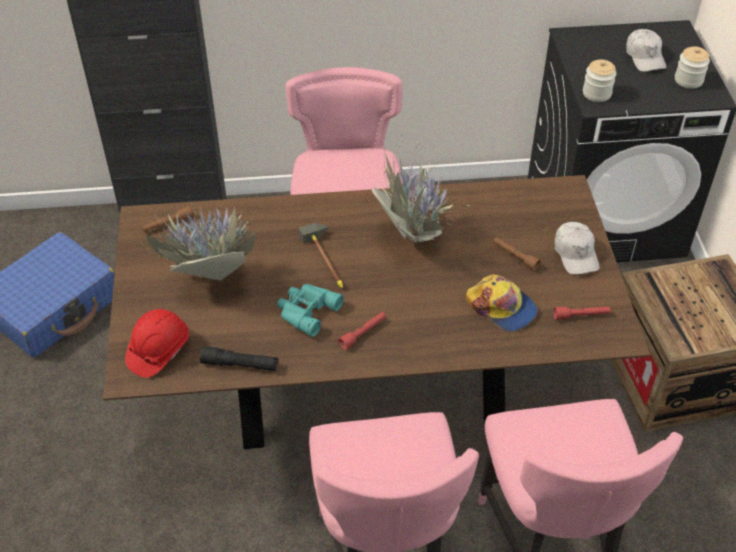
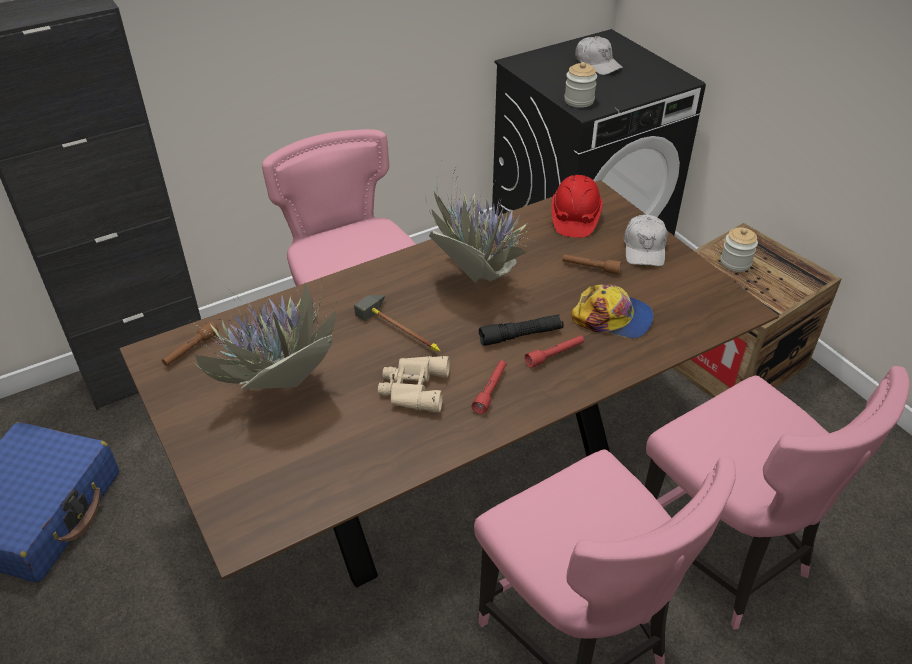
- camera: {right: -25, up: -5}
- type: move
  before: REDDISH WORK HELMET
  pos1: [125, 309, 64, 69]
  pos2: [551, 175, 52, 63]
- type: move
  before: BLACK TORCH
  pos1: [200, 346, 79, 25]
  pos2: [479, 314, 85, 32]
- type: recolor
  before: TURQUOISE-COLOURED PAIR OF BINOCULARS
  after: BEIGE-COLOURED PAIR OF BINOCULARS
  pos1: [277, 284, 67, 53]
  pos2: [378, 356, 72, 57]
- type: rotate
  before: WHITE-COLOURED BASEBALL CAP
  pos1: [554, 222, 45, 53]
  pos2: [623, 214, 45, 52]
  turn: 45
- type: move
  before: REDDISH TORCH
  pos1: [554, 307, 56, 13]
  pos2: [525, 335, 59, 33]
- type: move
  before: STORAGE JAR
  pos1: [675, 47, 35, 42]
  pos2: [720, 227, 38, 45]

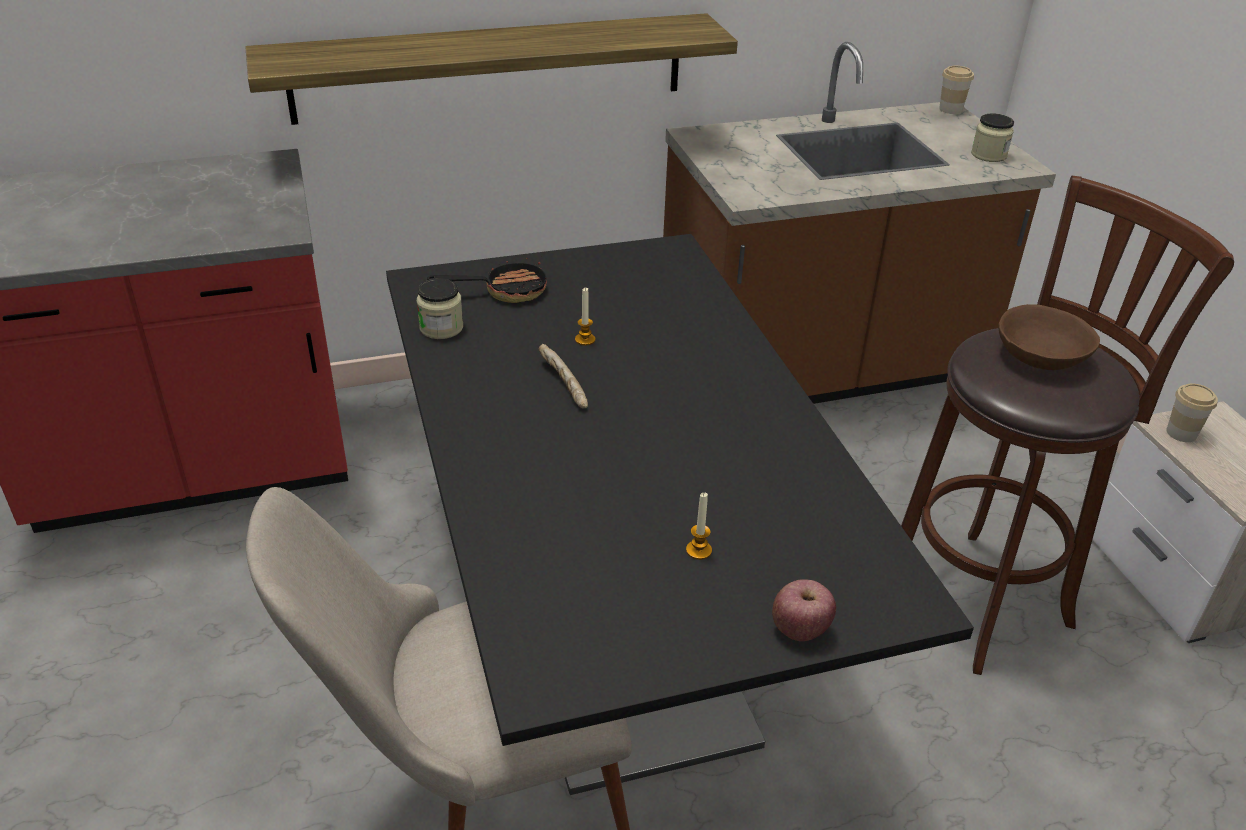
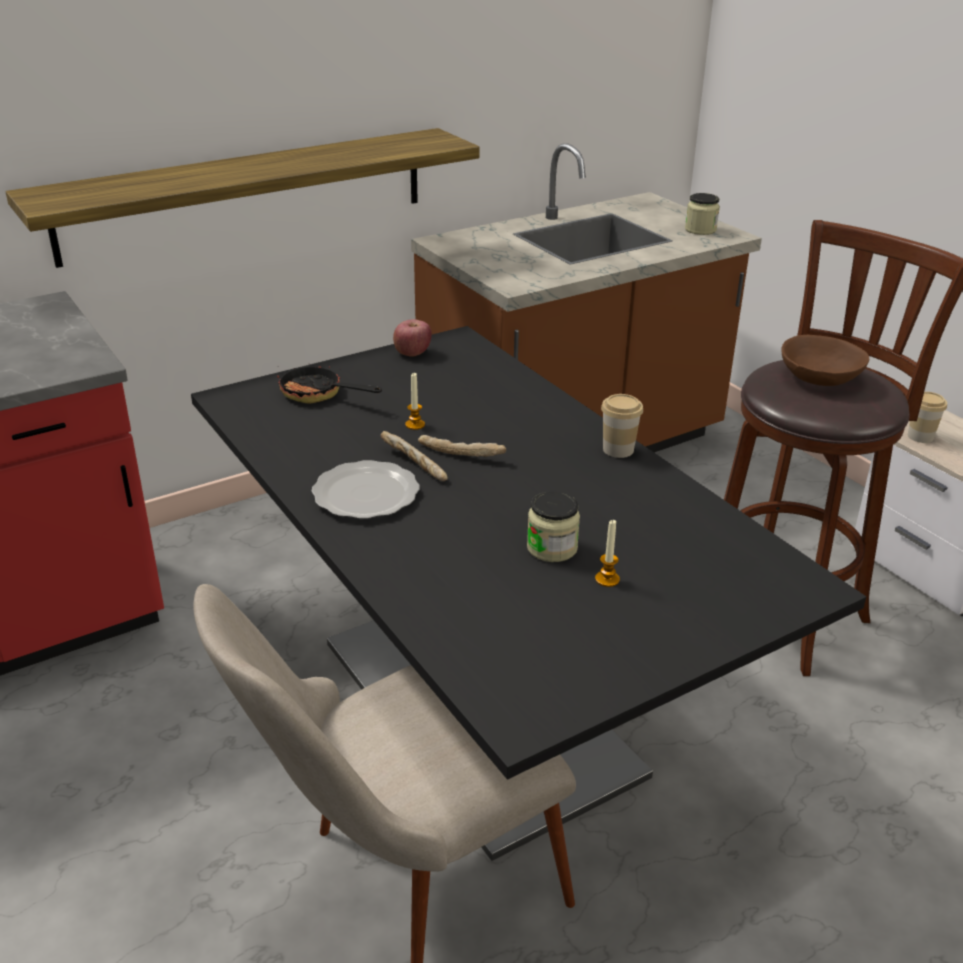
- camera: {right: -15, up: -5}
- type: move
  before: STORAGE JAR
  pos1: [417, 278, 46, 61]
  pos2: [527, 491, 53, 71]
- type: rotate
  before: PAN
  pos1: [427, 258, 120, 45]
  pos2: [277, 366, 105, 38]
  turn: -120
- type: move
  before: APPLE
  pos1: [772, 579, 64, 62]
  pos2: [393, 319, 39, 38]
- type: move
  before: CUP
  pos1: [939, 66, 35, 48]
  pos2: [601, 394, 42, 64]
- type: insert
  after: FLAT DISH
  pos2: [312, 460, 108, 59]
- type: insert
  after: BAKED BREAD
  pos2: [418, 435, 88, 22]

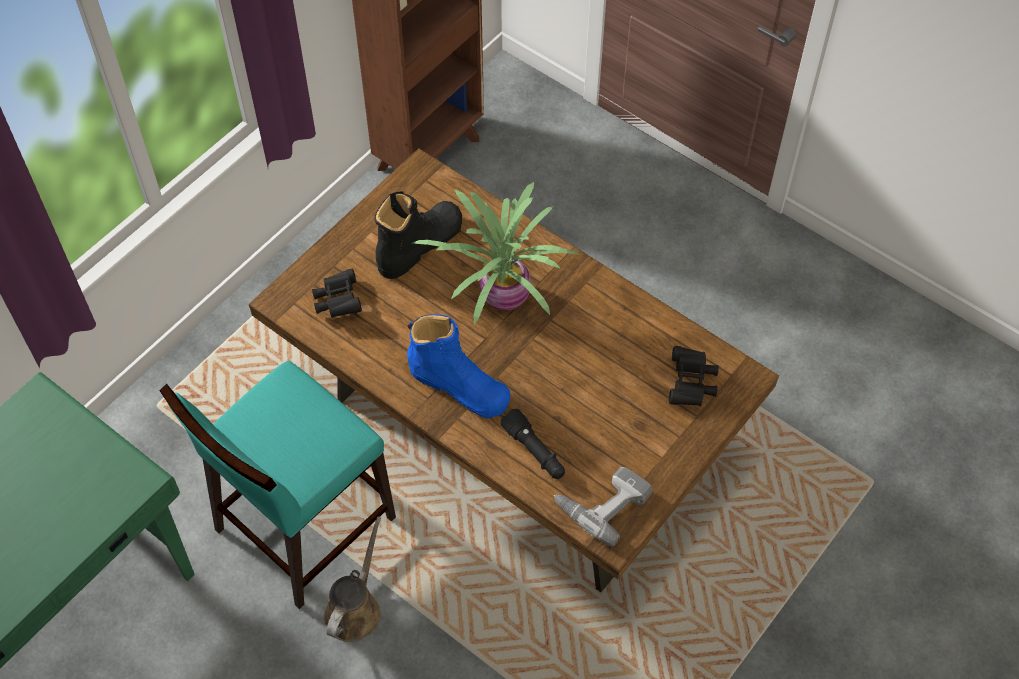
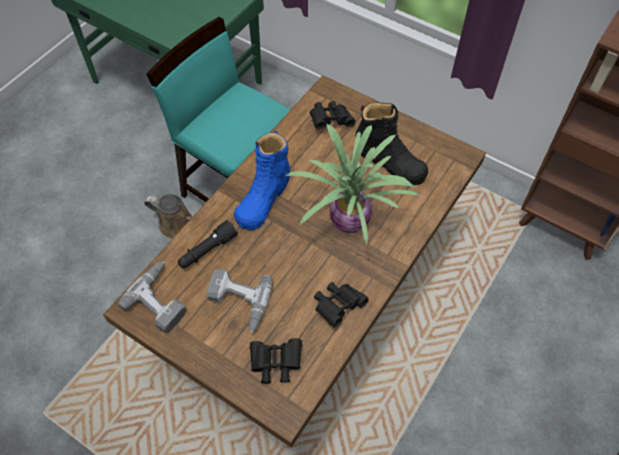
- camera: {right: 85, up: 0}
- type: insert
  after: ELECTRIC DRILL
  pos2: [207, 269, 66, 64]
- type: insert
  after: BLACK PAIR OF BINOCULARS
  pos2: [314, 282, 55, 45]

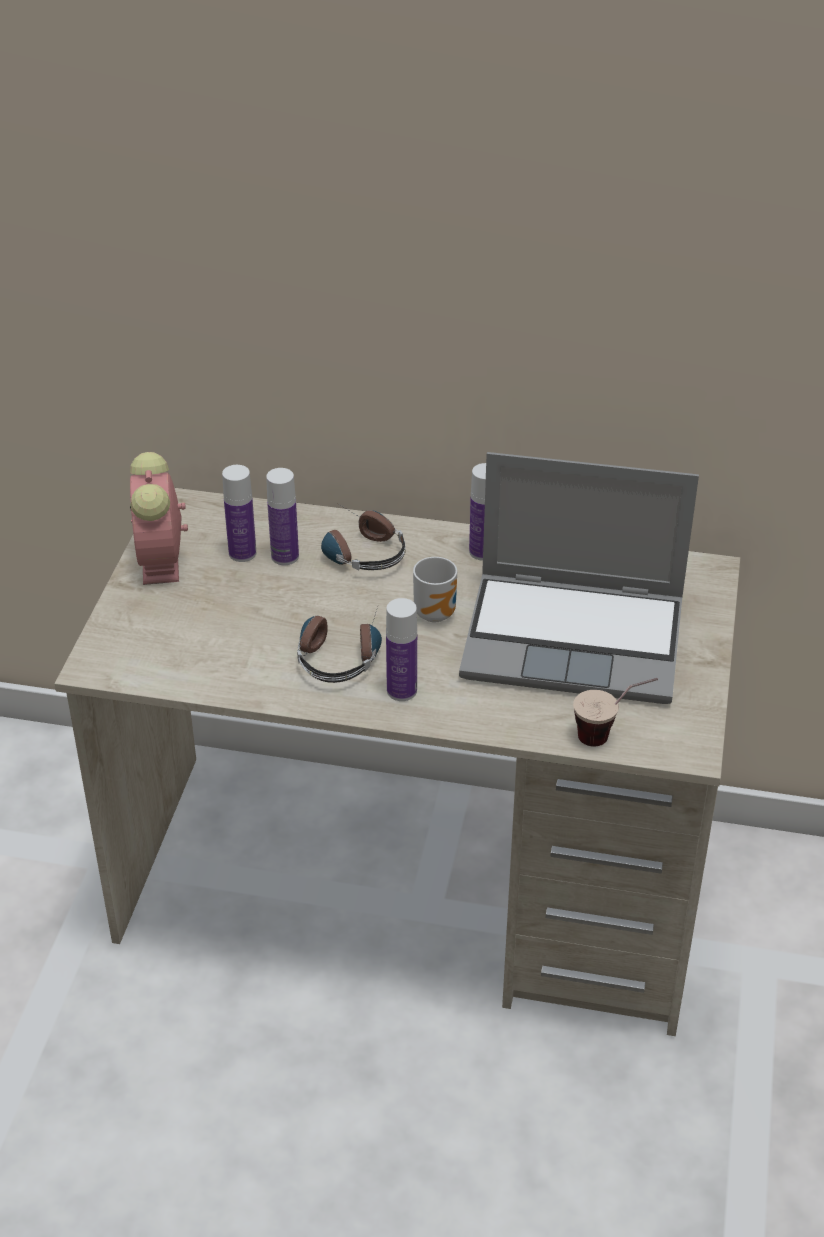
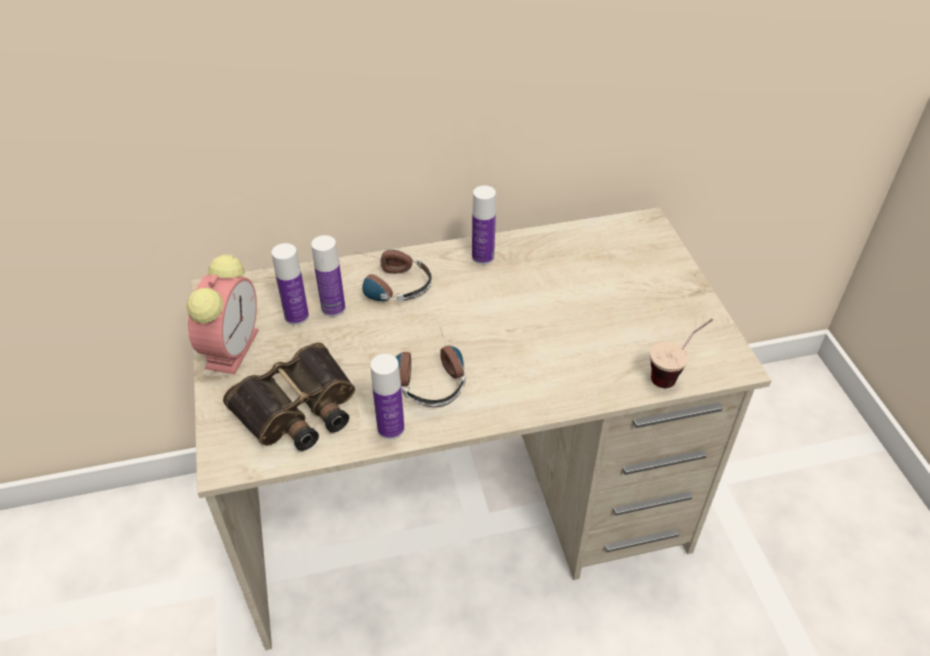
- camera: {right: -25, up: 5}
- type: rotate
  before: BEDSIDE CLOCK
  pos1: [130, 452, 58, 133]
  pos2: [186, 255, 73, 119]
  turn: -135
- type: move
  before: DRINK BOTTLE
  pos1: [386, 598, 31, 103]
  pos2: [371, 354, 33, 85]
- type: delete
  before: MUG
  pos1: [413, 557, 44, 65]
- type: delete
  before: NOTEBOOK COMPUTER
  pos1: [459, 452, 240, 252]
- type: insert
  after: PAIR OF BINOCULARS
  pos2: [223, 342, 132, 109]

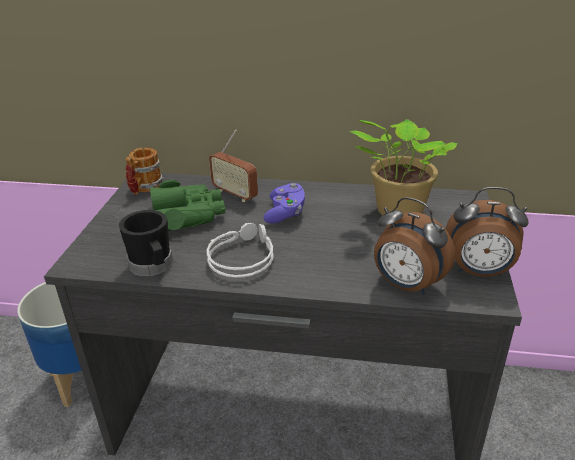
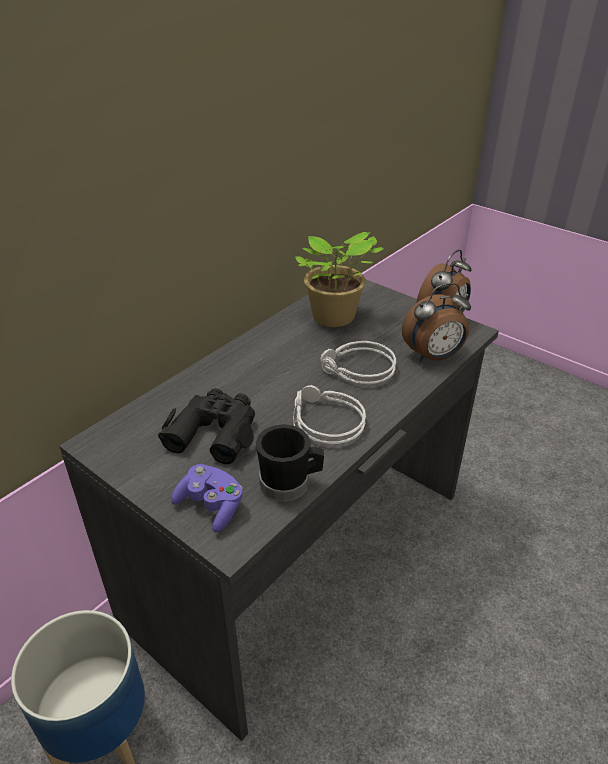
- camera: {right: -60, up: 5}
- type: delete
  before: MUG
  pos1: [126, 148, 38, 47]
- type: recolor
  before: GREENISH PAIR OF BINOCULARS
  after: BLACK PAIR OF BINOCULARS
  pos1: [150, 180, 75, 51]
  pos2: [158, 388, 97, 76]
- type: delete
  before: RADIO SET
  pos1: [209, 129, 49, 73]
- type: move
  before: PURPLE GAMEPAD
  pos1: [264, 183, 41, 41]
  pos2: [171, 464, 72, 69]
- type: insert
  after: GRAY HEADSET
  pos2: [320, 341, 76, 43]

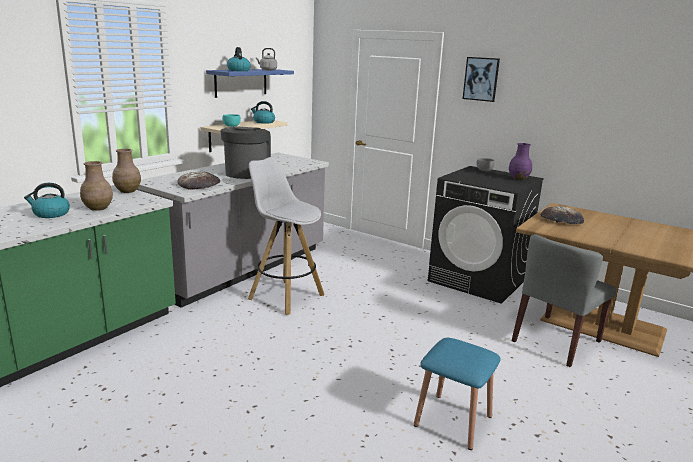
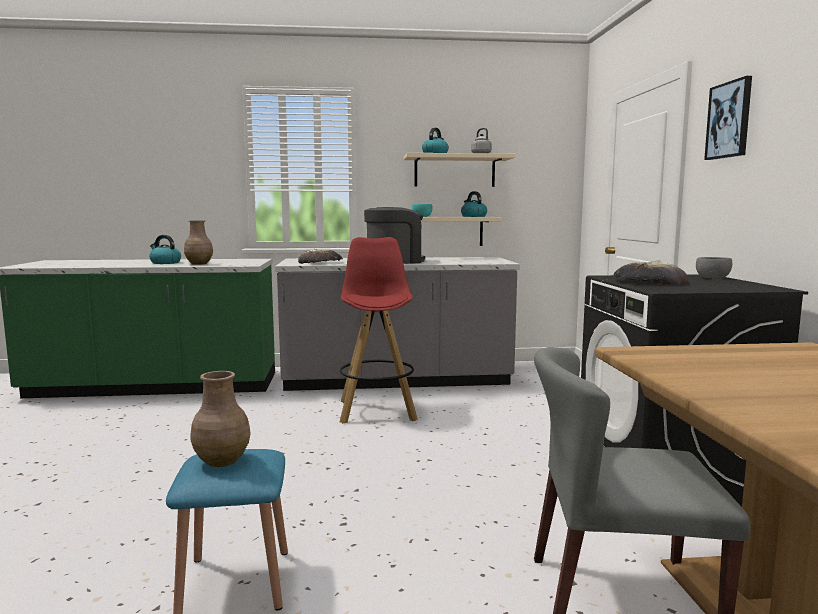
- camera: {right: 50, up: -10}
- type: move
  before: BROWN DECORATIVE VASE
  pos1: [112, 149, 29, 44]
  pos2: [190, 371, 60, 96]
- type: recolor
  before: BLUISH WALL SHELF
  after: BEIGE-COLOURED WALL SHELF
  pos1: [206, 69, 88, 29]
  pos2: [404, 153, 111, 34]
- type: recolor
  before: WHITE-COLOURED STOOL
  after: REDDISH STOOL
  pos1: [248, 157, 76, 158]
  pos2: [340, 237, 78, 186]
- type: delete
  before: PURPLE DECORATIVE VASE
  pos1: [509, 143, 23, 37]
- type: move
  before: BAKED BREAD
  pos1: [541, 206, 43, 18]
  pos2: [613, 261, 75, 23]

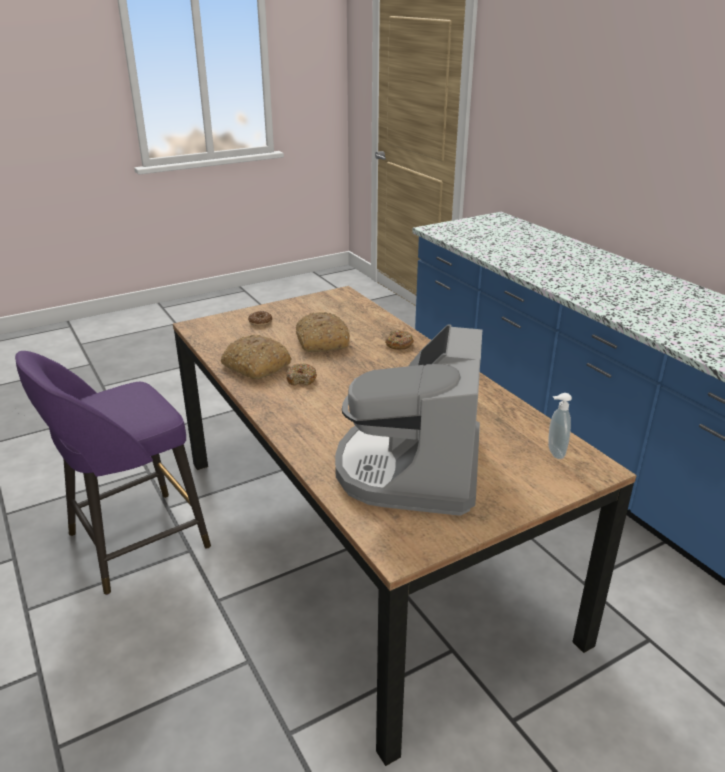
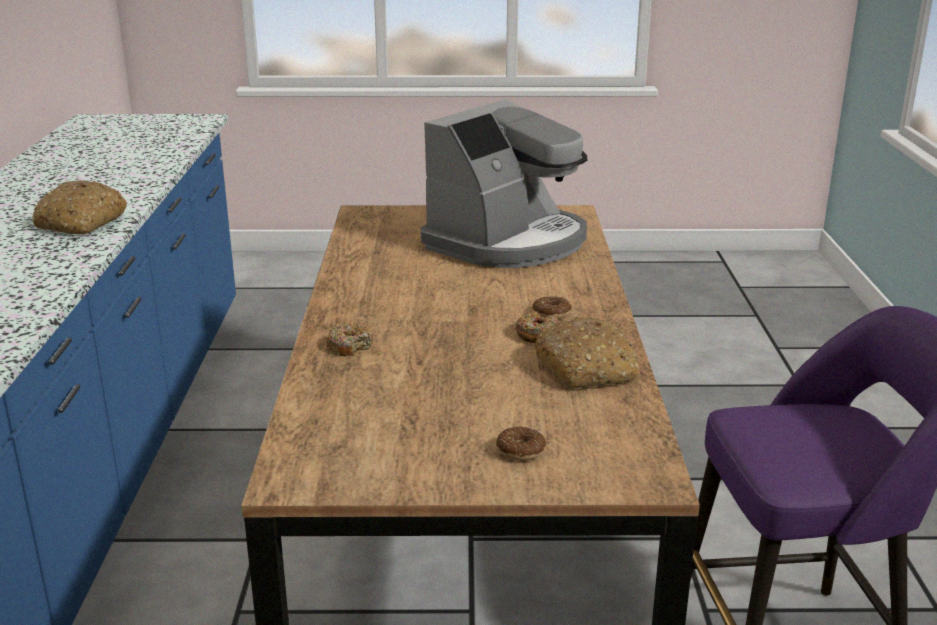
- camera: {right: -150, up: -5}
- type: move
  before: BAKED BREAD
  pos1: [296, 312, 54, 40]
  pos2: [33, 180, 94, 54]
- type: delete
  before: SOAP BOTTLE
  pos1: [548, 393, 24, 66]
- type: insert
  after: DONUT
  pos2: [532, 296, 40, 23]

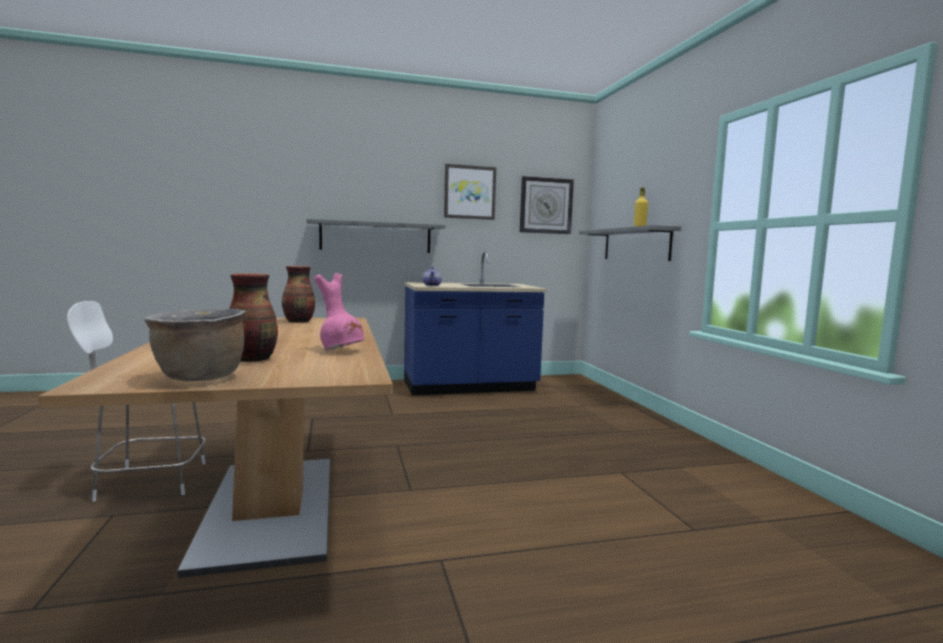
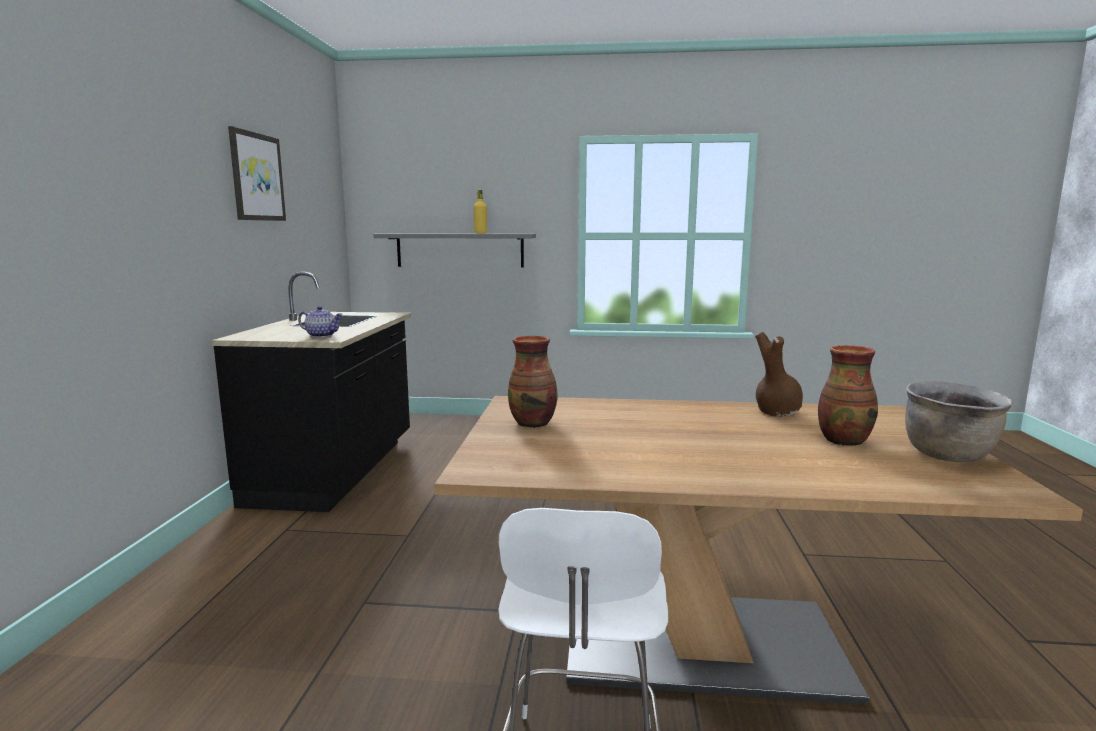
- camera: {right: -70, up: 5}
- type: delete
  before: GRAY WALL SHELF
  pos1: [306, 219, 140, 34]
- type: recolor
  before: PINKISH DECORATIVE VASE
  after: BROWN DECORATIVE VASE
  pos1: [314, 273, 50, 78]
  pos2: [755, 332, 48, 84]
- type: recolor
  before: BLUISH KITCHEN BASE UNIT
  after: BLACK KITCHEN BASE UNIT
  pos1: [404, 252, 143, 143]
  pos2: [212, 272, 199, 240]
- type: delete
  before: CLOCK ON THE WALL
  pos1: [520, 176, 54, 58]

